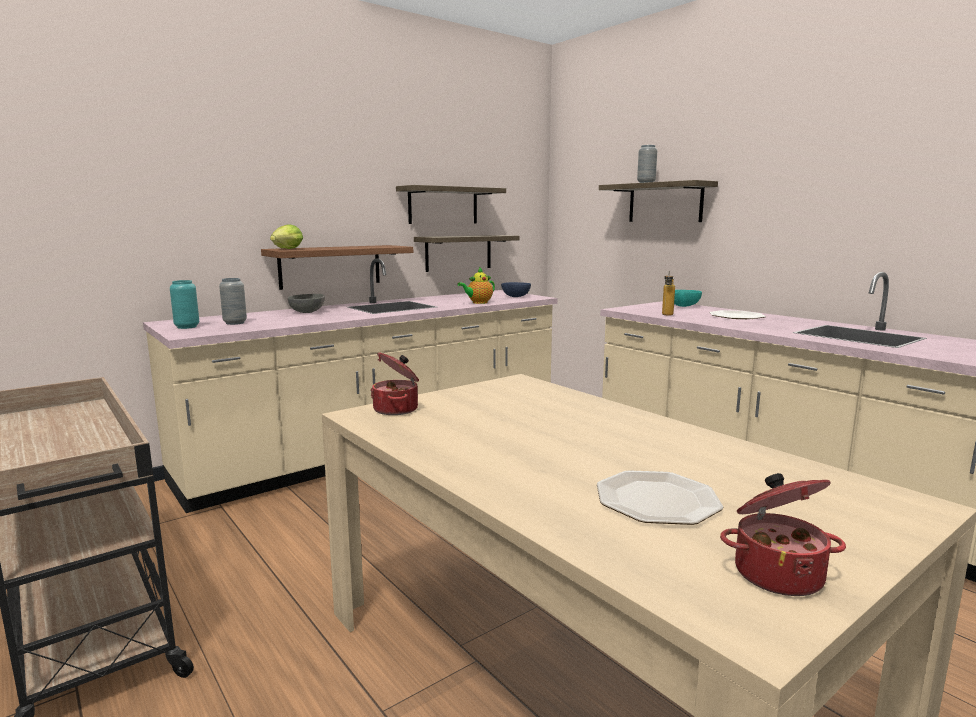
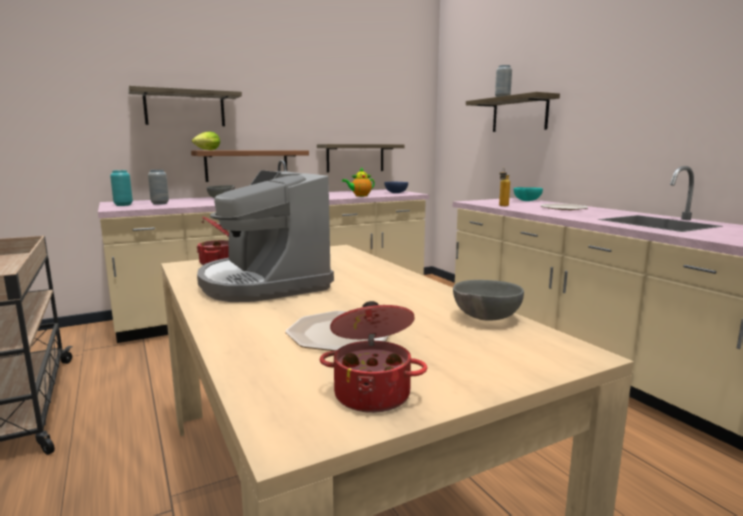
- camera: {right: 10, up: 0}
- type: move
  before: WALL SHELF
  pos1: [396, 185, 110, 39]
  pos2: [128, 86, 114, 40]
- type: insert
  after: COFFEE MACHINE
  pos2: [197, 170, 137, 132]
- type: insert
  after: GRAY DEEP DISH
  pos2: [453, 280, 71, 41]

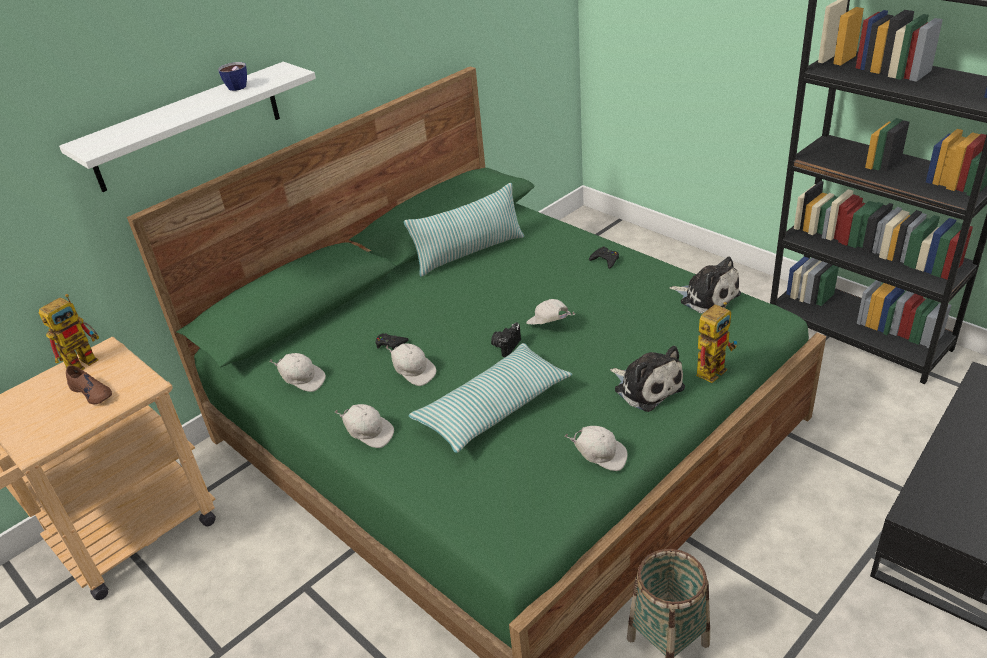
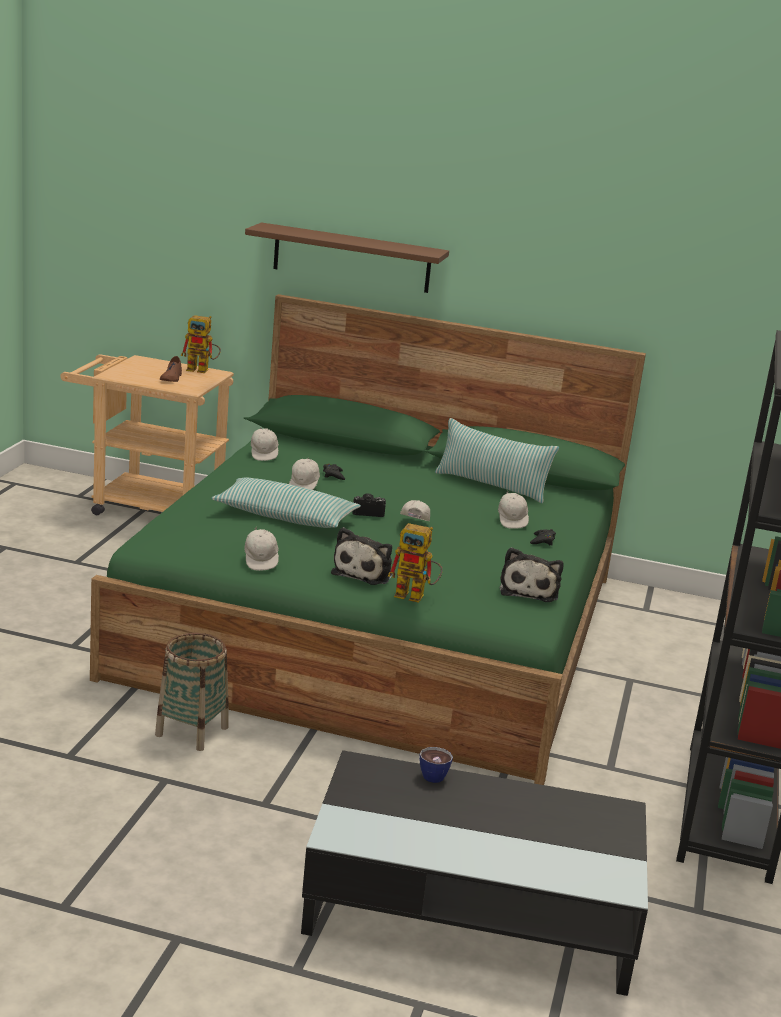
- camera: {right: 55, up: -15}
- type: recolor
  before: WHITE-COLOURED WALL SHELF
  after: BROWN WALL SHELF
  pos1: [59, 62, 257, 130]
  pos2: [245, 222, 204, 71]
- type: move
  before: CUP
  pos1: [218, 62, 29, 29]
  pos2: [419, 747, 34, 36]
- type: move
  before: WHITE-COLOURED BASEBALL CAP
  pos1: [334, 404, 60, 44]
  pos2: [498, 491, 31, 38]

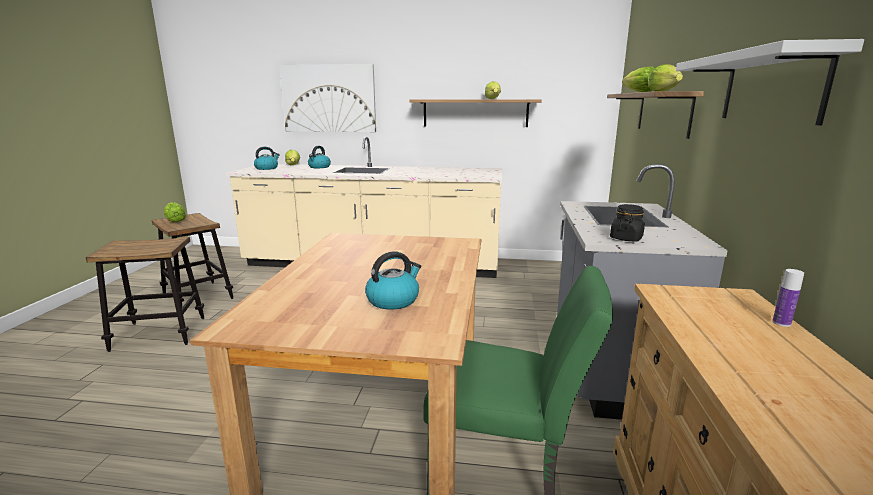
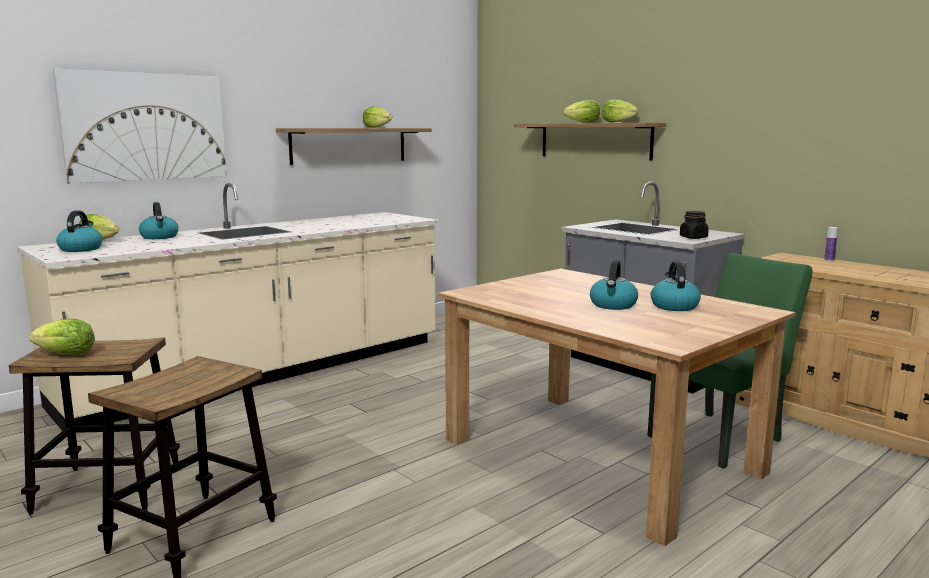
- camera: {right: -50, up: -5}
- type: delete
  before: WHITE-COLOURED WALL SHELF
  pos1: [676, 39, 188, 86]
- type: insert
  after: TEA KETTLE
  pos2: [590, 260, 48, 50]

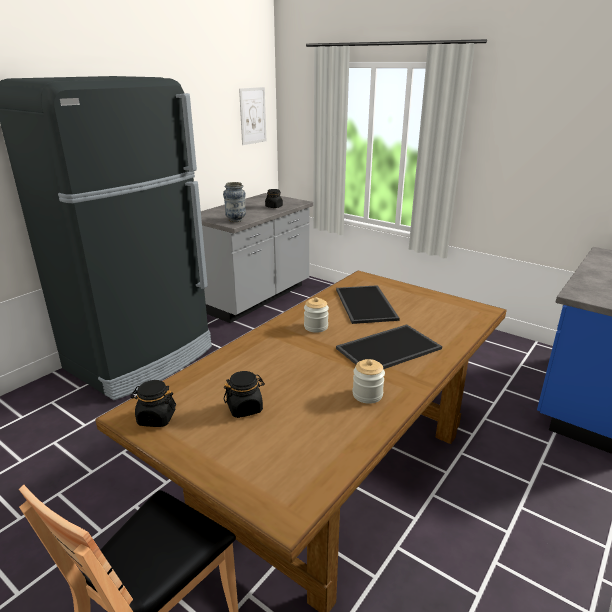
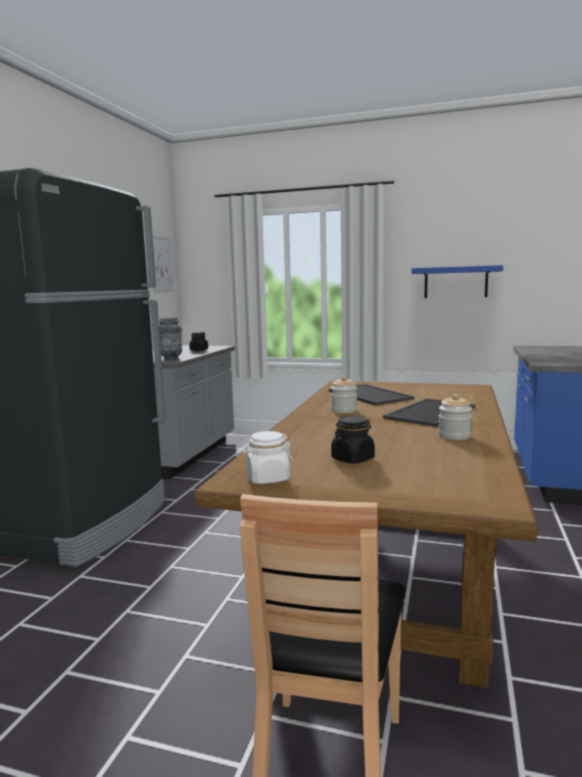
- camera: {right: -20, up: -15}
- type: recolor
  before: BLACK STORAGE JAR
  after: WHITE-COLOURED STORAGE JAR
  pos1: [131, 380, 45, 47]
  pos2: [241, 431, 52, 53]
- type: insert
  after: BLUISH WALL SHELF
  pos2: [411, 265, 92, 33]

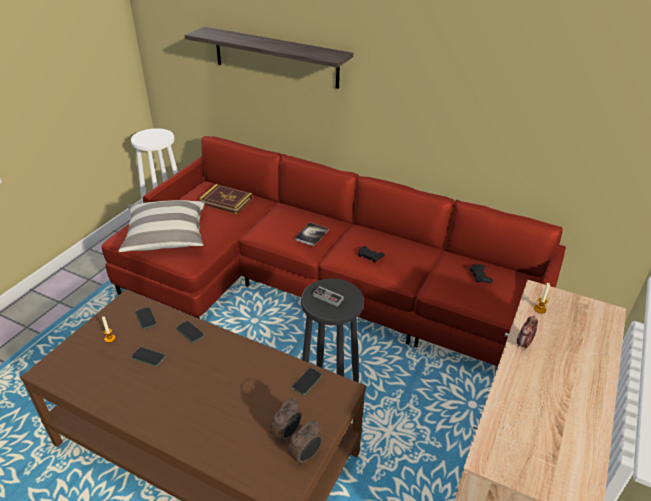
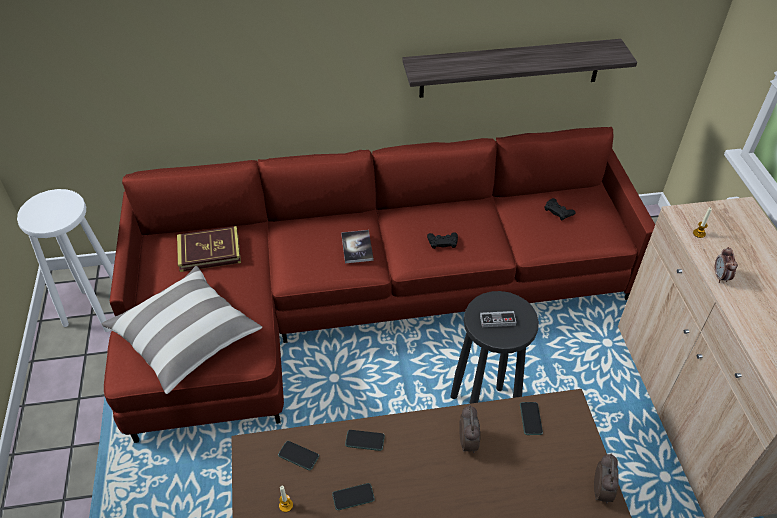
- camera: {right: -35, up: 10}
- type: move
  before: WALL SHELF
  pos1: [185, 27, 168, 62]
  pos2: [403, 39, 234, 59]
- type: move
  before: BEDSIDE CLOCK
  pos1: [270, 397, 31, 47]
  pos2: [459, 405, 21, 48]

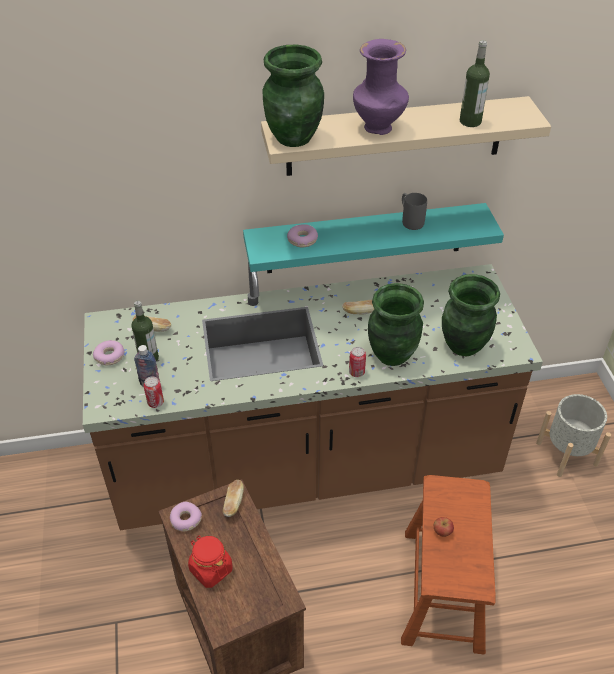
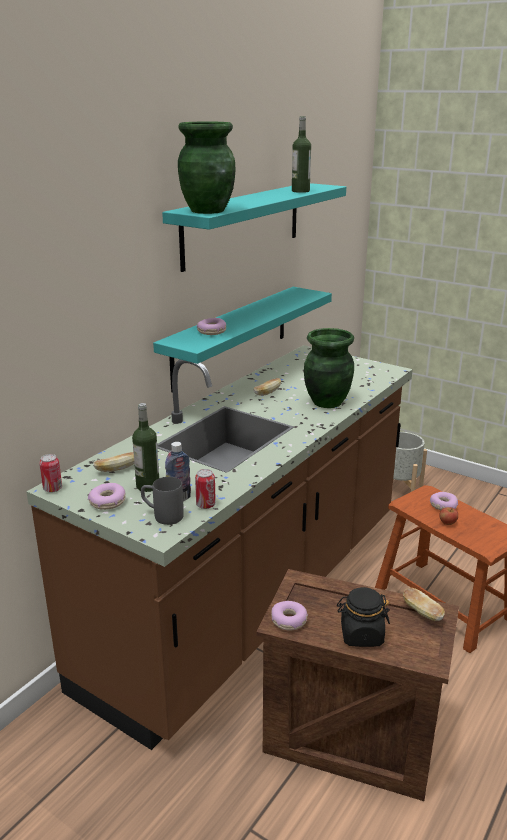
- camera: {right: -45, up: -20}
- type: recolor
  before: REDDISH STORAGE JAR
  after: BLACK STORAGE JAR
  pos1: [188, 536, 44, 52]
  pos2: [337, 587, 53, 60]
- type: move
  before: BAKED BREAD
  pos1: [223, 480, 21, 37]
  pos2: [403, 588, 42, 33]
- type: recolor
  before: BEIGE-COLOURED WALL SHELF
  after: TURQUOISE-COLOURED WALL SHELF
  pos1: [261, 96, 290, 80]
  pos2: [162, 183, 184, 89]
- type: move
  before: METAL CAN
  pos1: [349, 347, 17, 30]
  pos2: [39, 454, 23, 39]
- type: delete
  before: PURPLE DECORATIVE VASE
  pos1: [353, 39, 56, 96]
- type: move
  before: GRAY MUG
  pos1: [402, 193, 25, 37]
  pos2: [141, 477, 43, 48]
- type: delete
  before: GREENISH DECORATIVE VASE
  pos1: [442, 274, 58, 82]
- type: insert
  after: DONUT
  pos2: [430, 492, 28, 18]

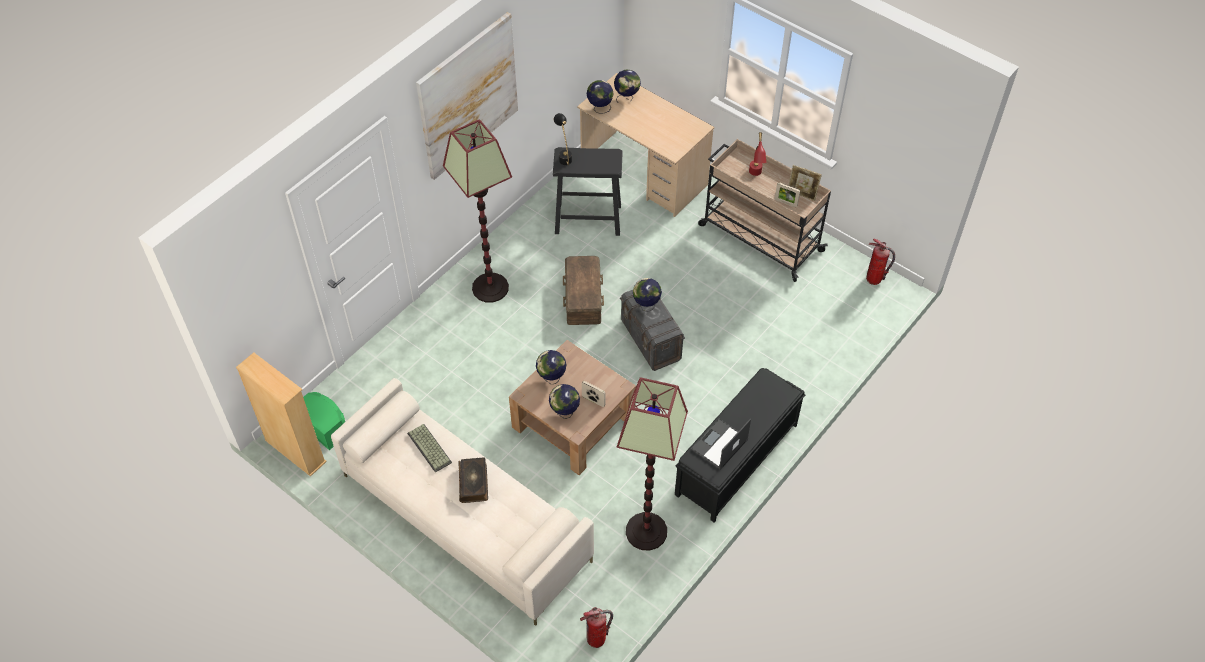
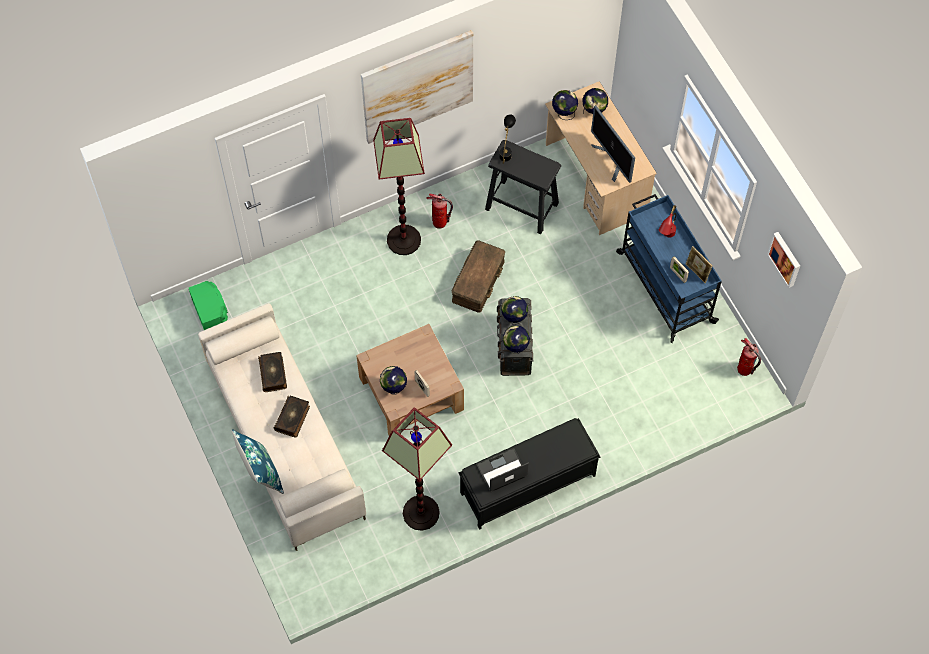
- camera: {right: 25, up: 10}
- type: delete
  before: BEIGE-COLOURED BOOKCASE
  pos1: [236, 352, 91, 125]
- type: replace
  before: COMPUTER KEYBOARD
  after: BOUND BOOK
  pos1: [407, 424, 45, 49]
  pos2: [258, 352, 29, 40]
- type: move
  before: GLOBE
  pos1: [536, 350, 30, 35]
  pos2: [503, 325, 27, 29]
- type: move
  before: FIRE-FIGHTING CYLINDER
  pos1: [580, 607, 33, 41]
  pos2: [426, 194, 27, 35]
- type: recolor
  before: BEIGE-COLOURED TROLLEY
  after: BLUISH TROLLEY
  pos1: [698, 139, 133, 143]
  pos2: [616, 194, 106, 149]
- type: insert
  after: BLUISH THROW PILLOW
  pos2: [232, 429, 52, 65]
- type: insert
  after: COMPUTER DISPLAY
  pos2: [591, 106, 44, 77]
- type: insert
  after: PICTURE
  pos2: [767, 232, 33, 56]

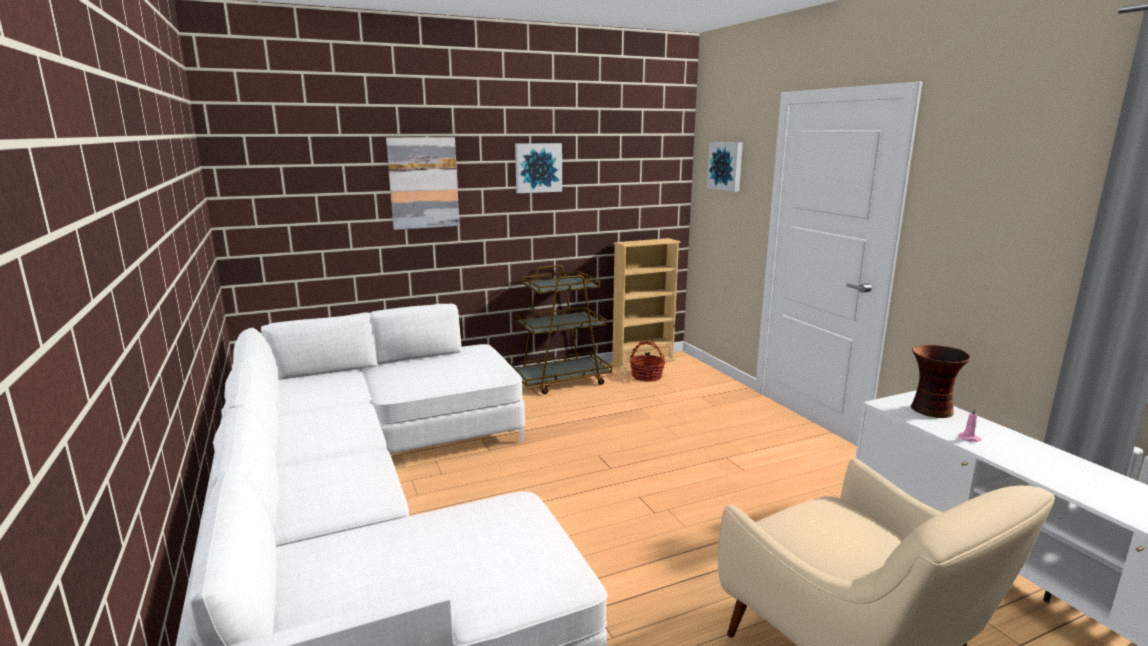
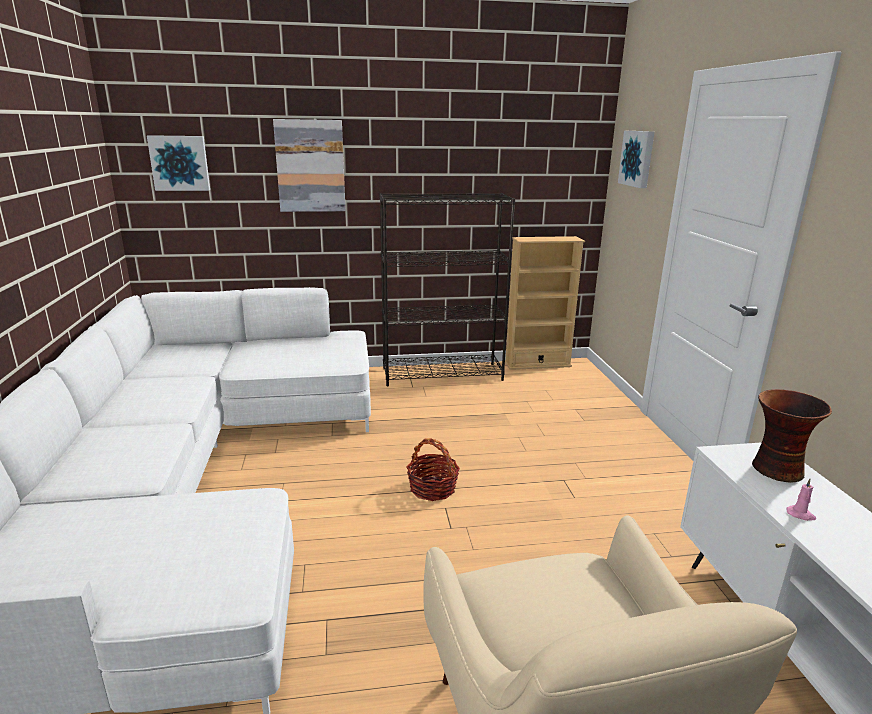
- camera: {right: 15, up: 5}
- type: replace
  before: BROWN TROLLEY
  after: BLACK BOOKCASE
  pos1: [510, 265, 102, 129]
  pos2: [380, 193, 135, 193]
- type: move
  before: PICTURE
  pos1: [515, 143, 47, 50]
  pos2: [147, 135, 63, 56]
- type: move
  before: STORAGE BASKET
  pos1: [630, 341, 35, 41]
  pos2: [406, 438, 54, 63]

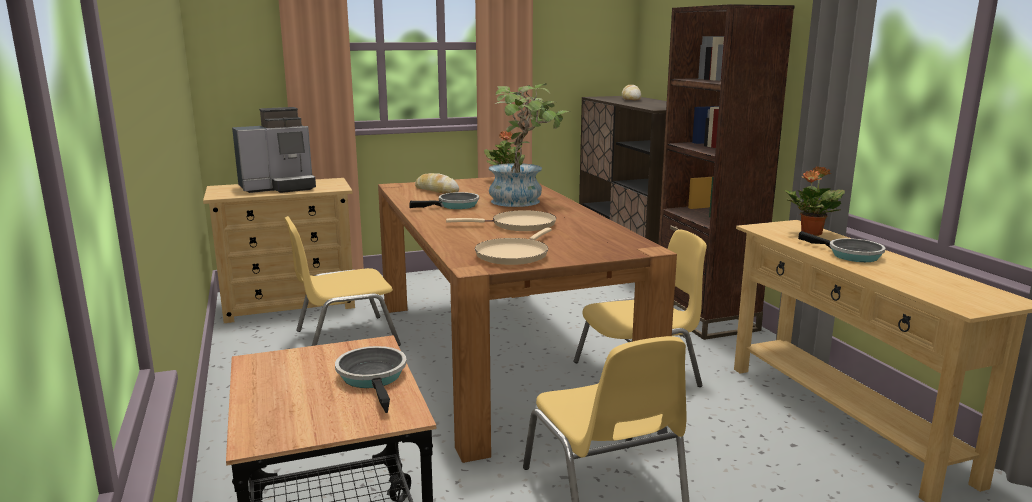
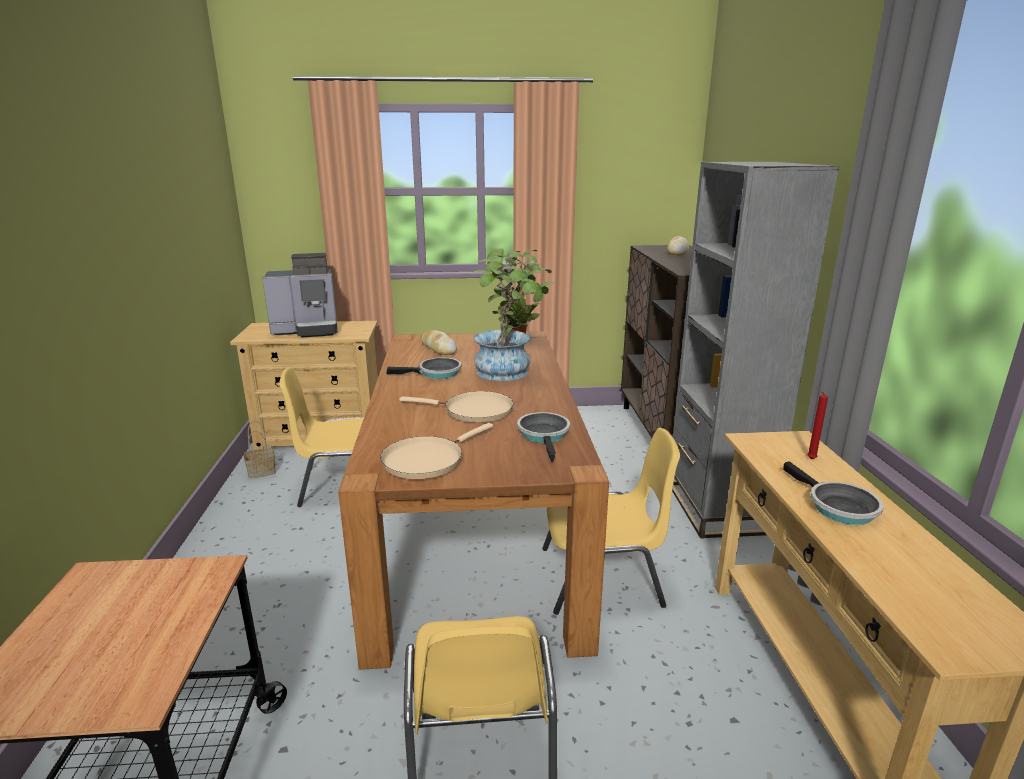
- camera: {right: 15, up: 5}
- type: move
  before: PAN
  pos1: [335, 346, 72, 67]
  pos2: [517, 412, 53, 50]
- type: recolor
  before: BROWN BOOKCASE
  after: GRAY BOOKCASE
  pos1: [658, 4, 137, 336]
  pos2: [672, 162, 167, 376]
- type: replace
  before: HOUSEPLANT
  after: REDDISH CANDLE
  pos1: [785, 166, 60, 70]
  pos2: [807, 388, 21, 71]
- type: insert
  after: STORAGE BASKET
  pos2: [244, 421, 32, 58]

